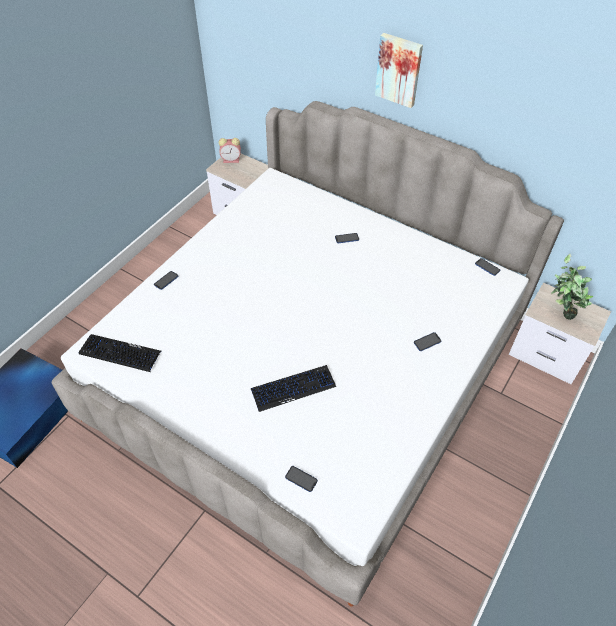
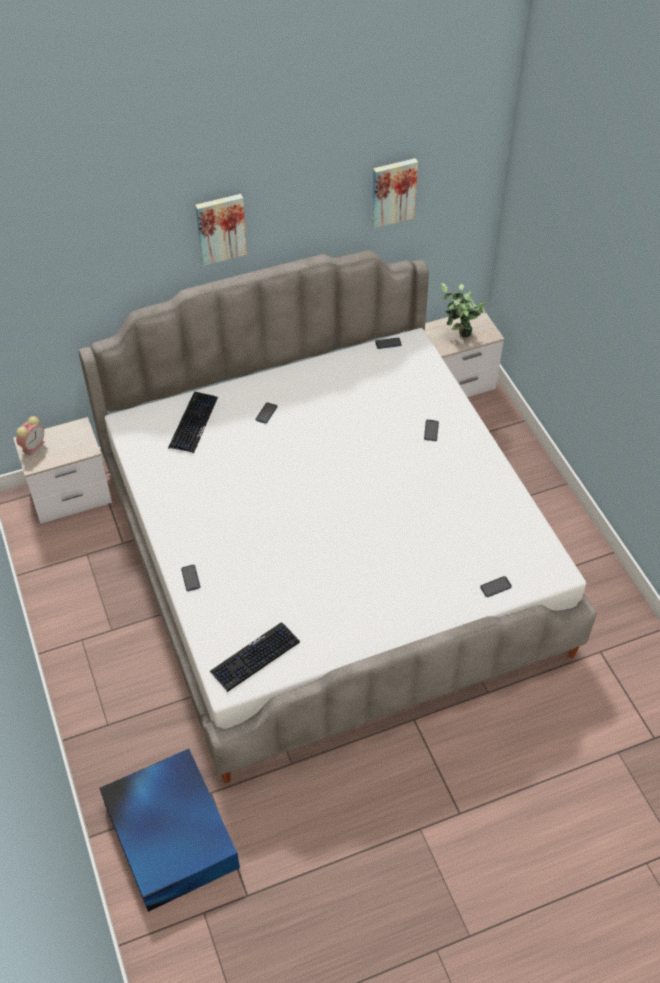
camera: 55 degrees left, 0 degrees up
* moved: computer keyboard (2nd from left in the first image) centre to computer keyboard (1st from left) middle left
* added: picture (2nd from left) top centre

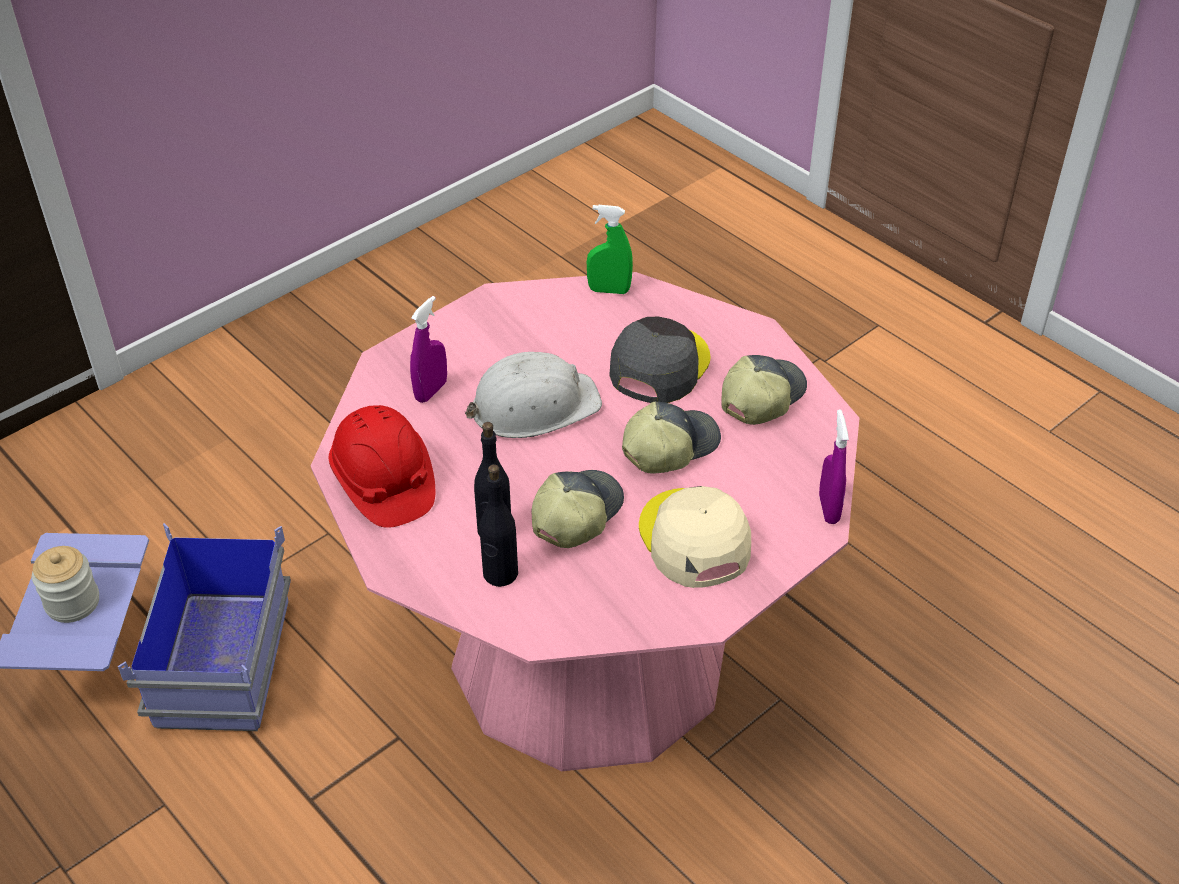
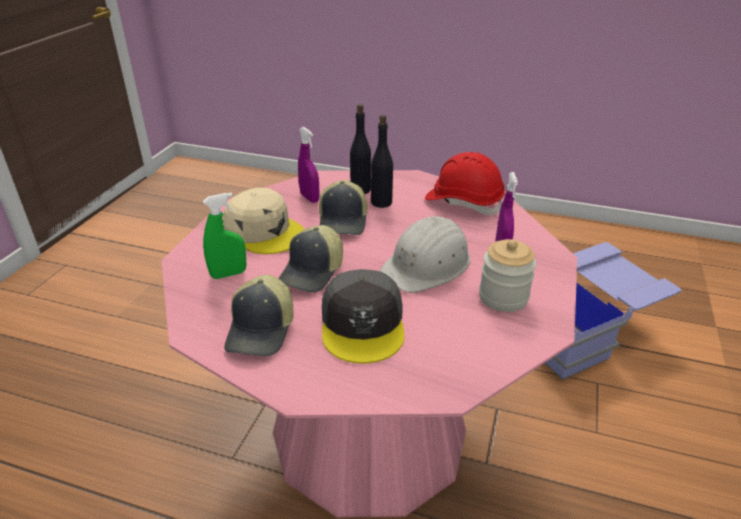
camera: 150 degrees right, 10 degrees down
* moved: preserve jar middle left to middle right
* moved: hand sprayer/greenish top centre to middle left
* moved: hand sprayer/purple (2nd from left in the first image) middle right to hand sprayer/purple (1st from left) top centre

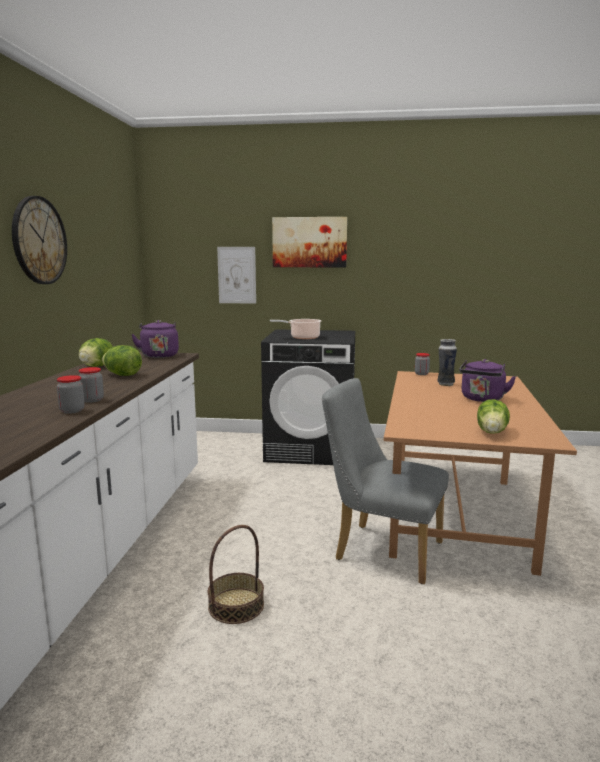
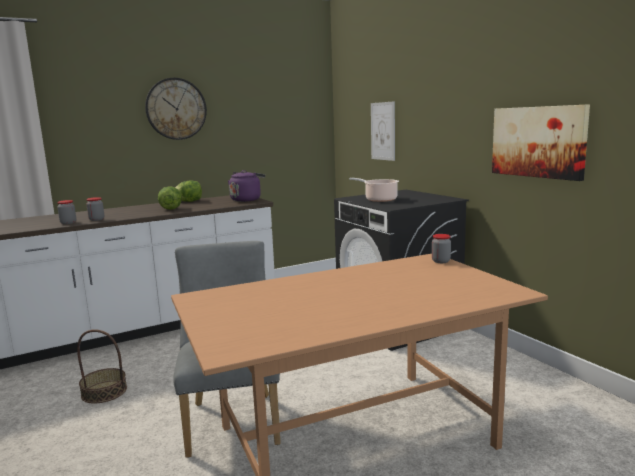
camera: 55 degrees right, 0 degrees up
* moved: picture (2nd from left) top centre to top right
* removed: vase middle right
* removed: tea kettle/purple (2nd from left) middle right
* removed: head of lettuce (3rd from left) middle right

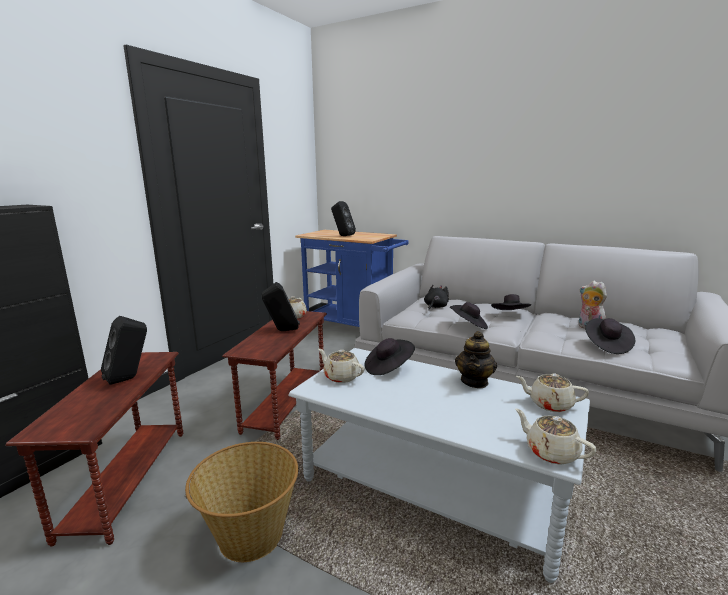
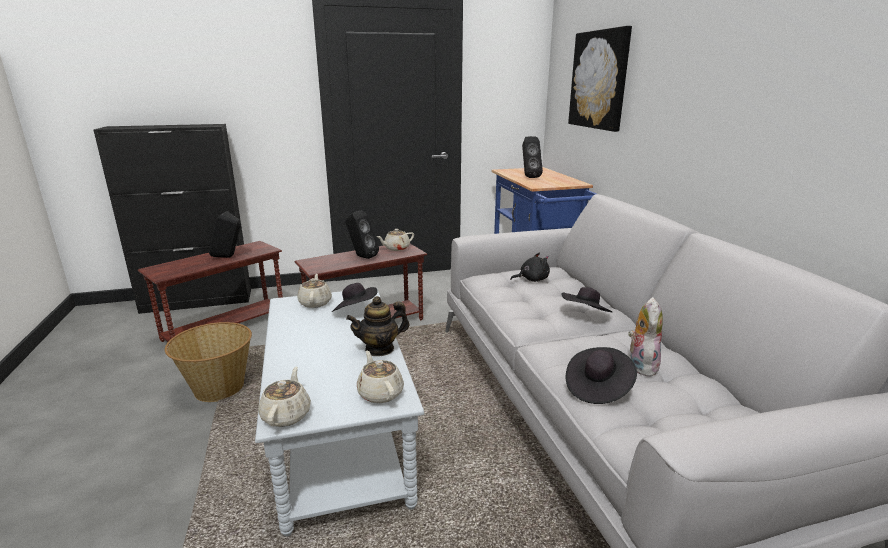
camera: 45 degrees right, 5 degrees up
* removed: hat/black-coloured (2nd from left) centre
* added: picture top right

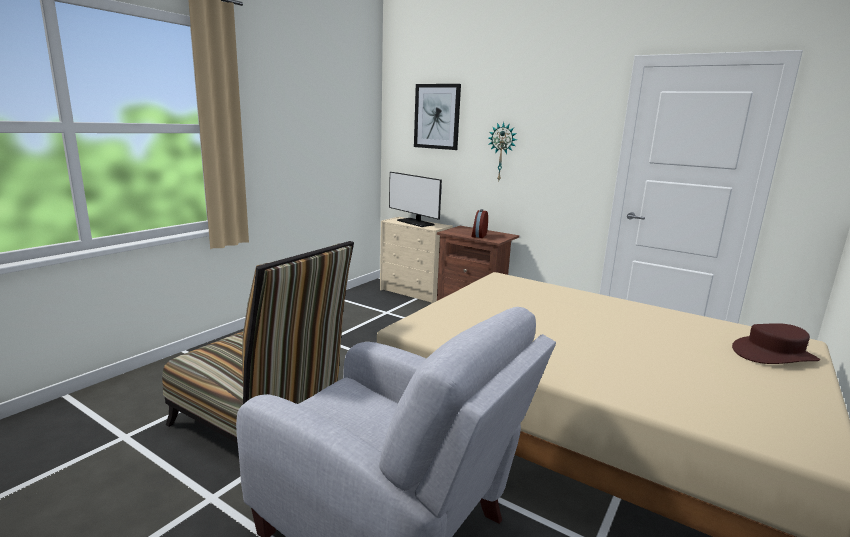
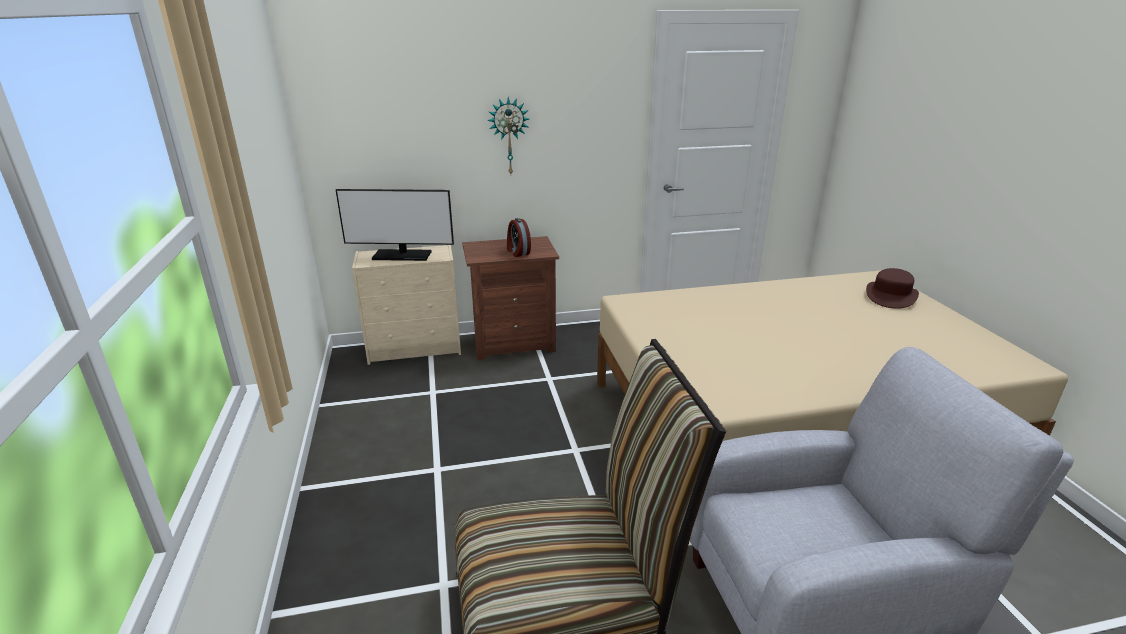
camera: 45 degrees left, 10 degrees up
* removed: picture top centre

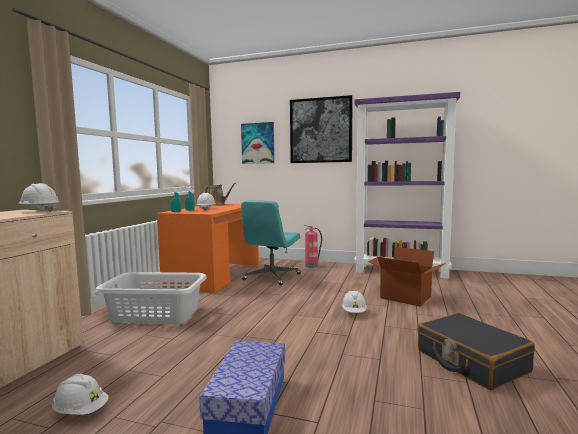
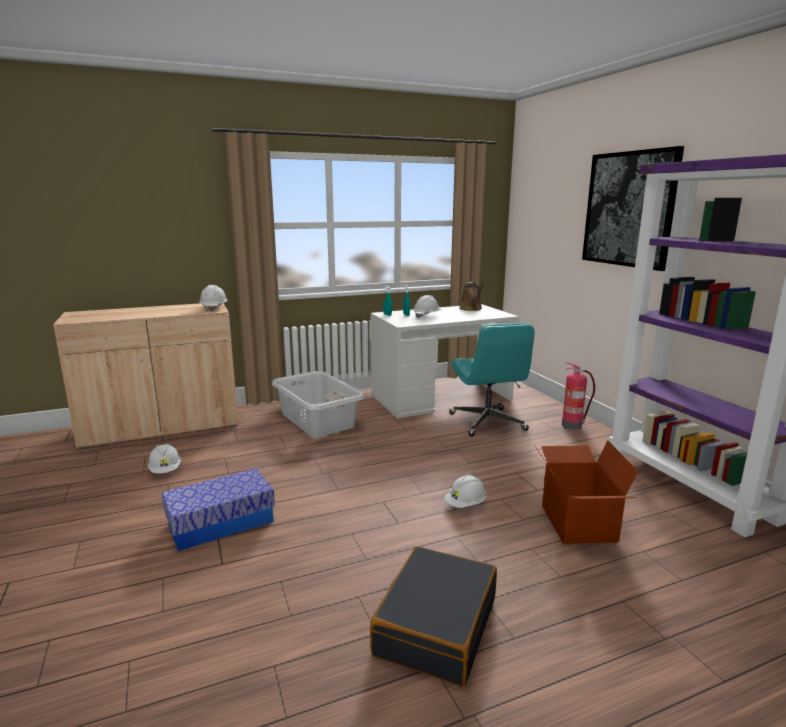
camera: 50 degrees right, 10 degrees up
* recoloured: desk unit/orangey centre to desk unit/white-coloured centre
* removed: picture (1st from left) top centre
* turned: desk chair/blue-green centre = centre 90 degrees counterclockwise

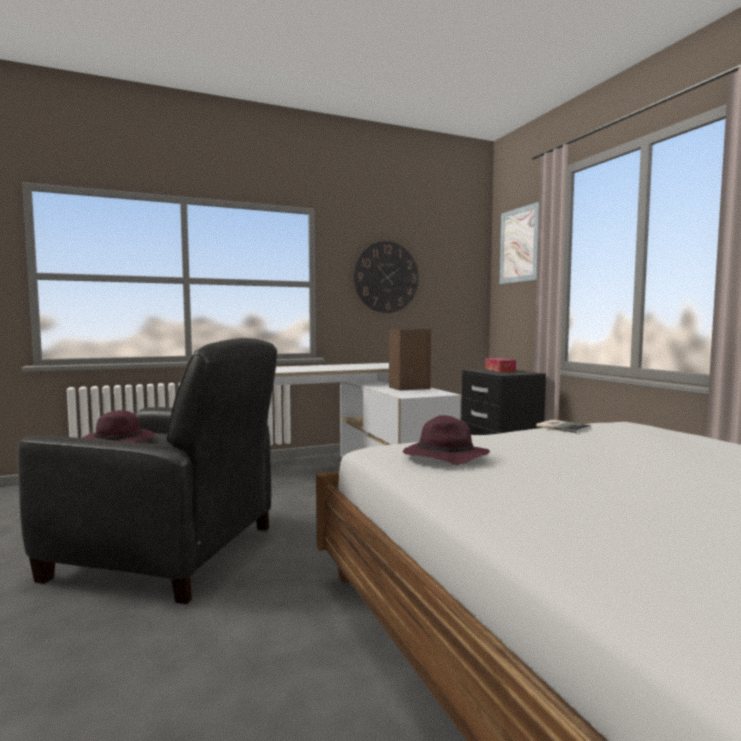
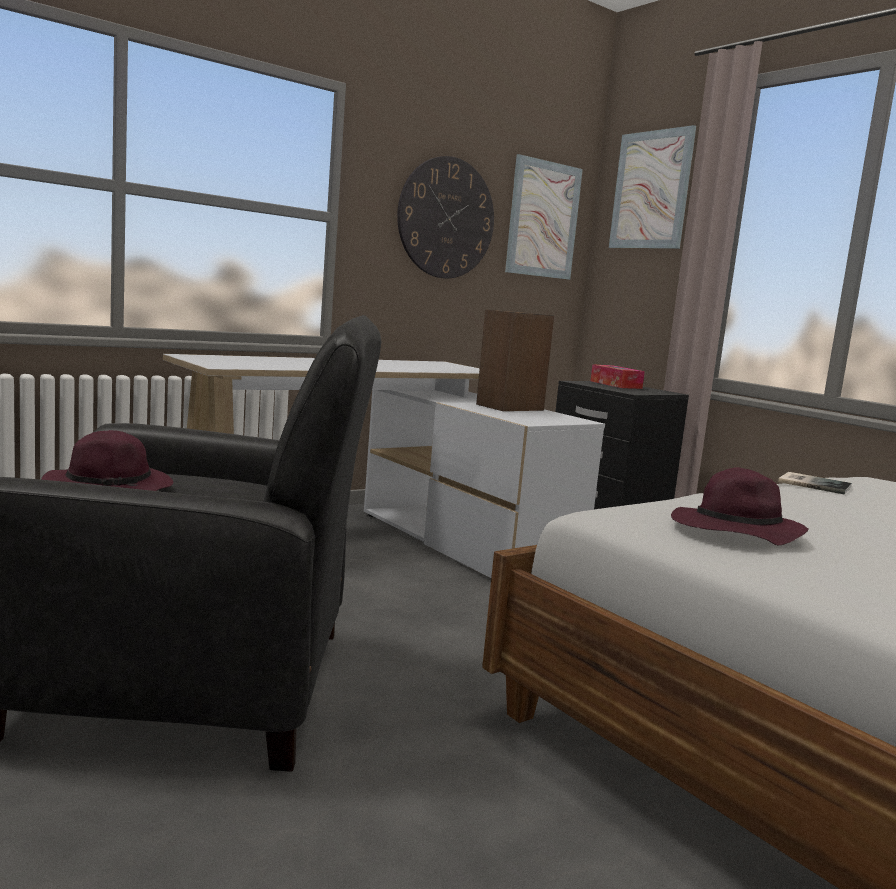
camera: 15 degrees left, 5 degrees up
* added: picture (1st from left) top centre

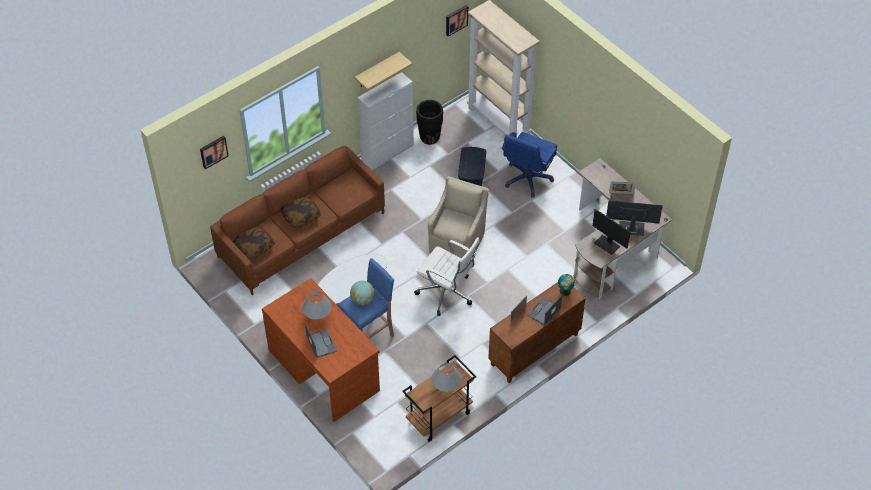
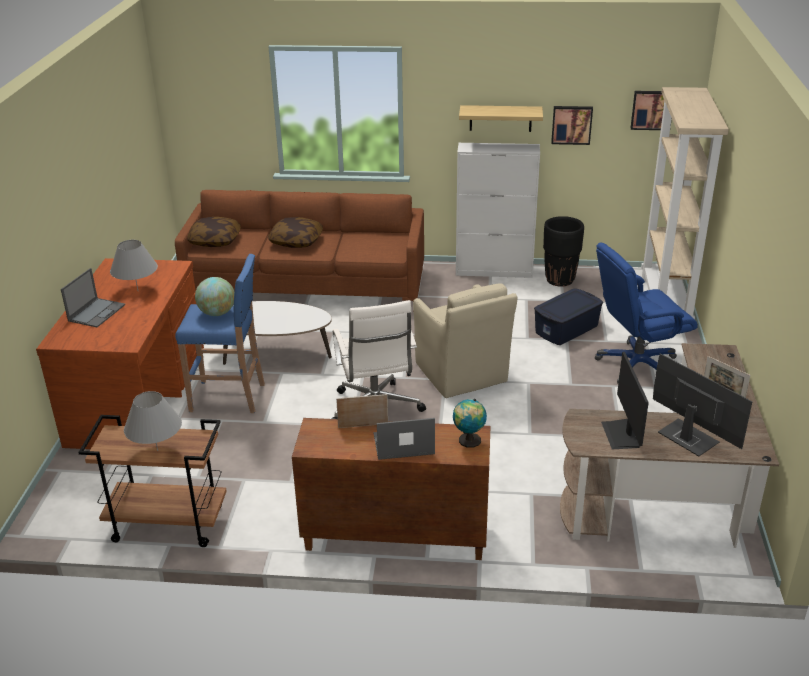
camera: 45 degrees right, 20 degrees down
* moved: picture (1st from left) top left to top right
* turned: armchair/sand-coloured centre = centre 90 degrees clockwise

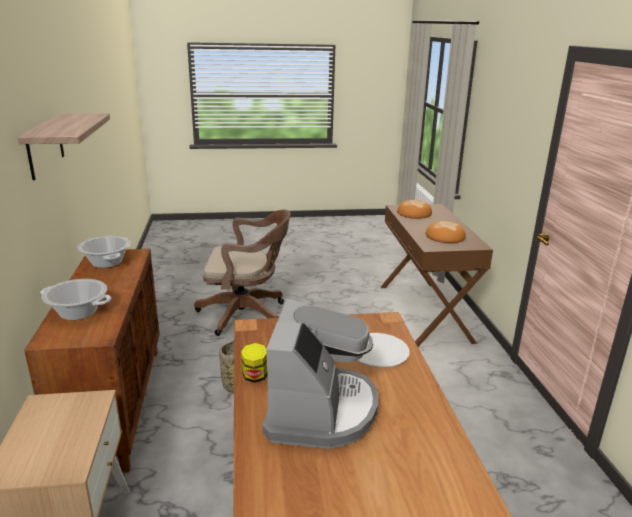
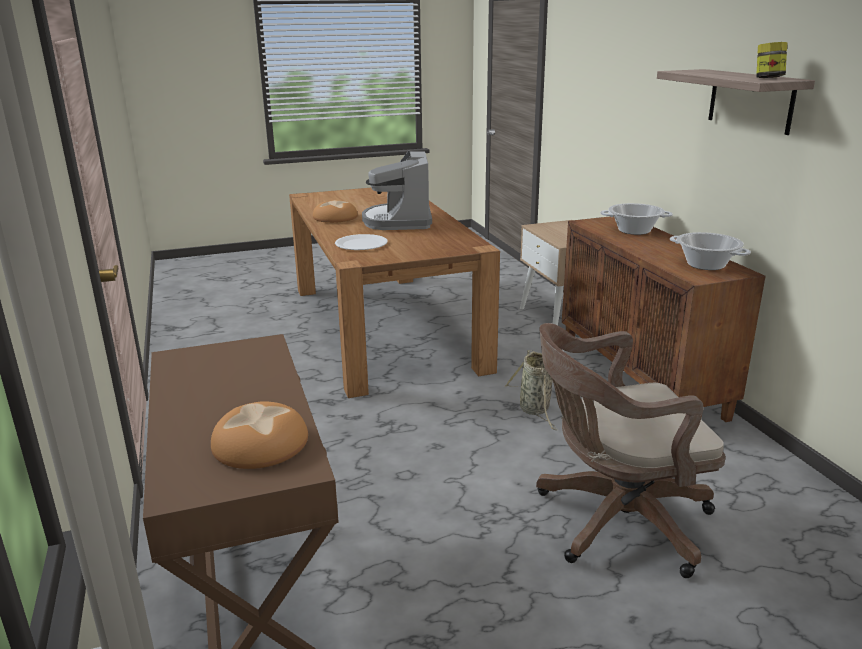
camera: 170 degrees right, 0 degrees up
* moved: preserve jar bottom centre to top right
* moved: bakery bread (2nd from left) middle right to top centre

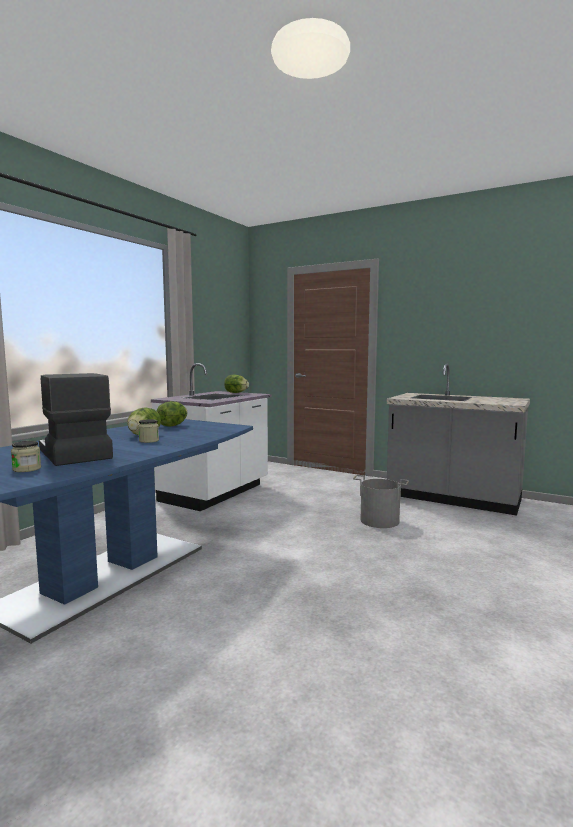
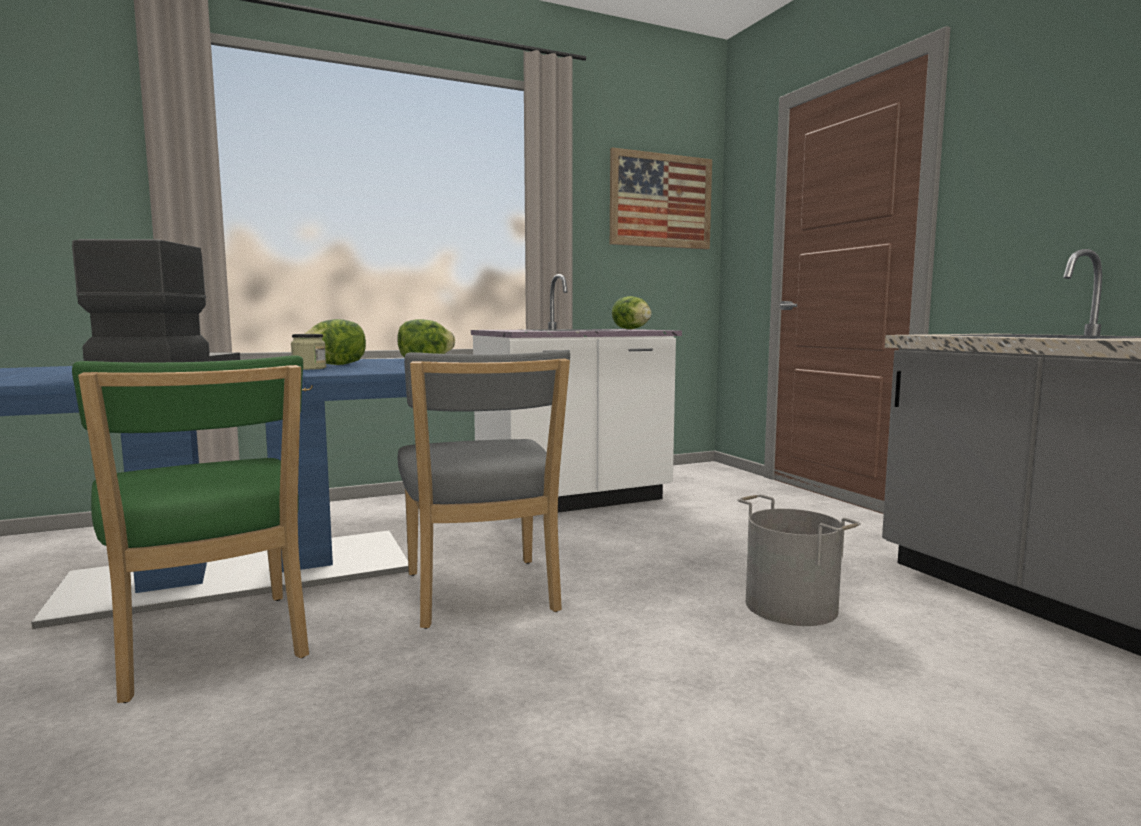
camera: 35 degrees right, 0 degrees up
* removed: preserve jar (1st from left) middle left
* added: chair/greenish middle left
* added: chair/greyish centre
* added: picture top centre

